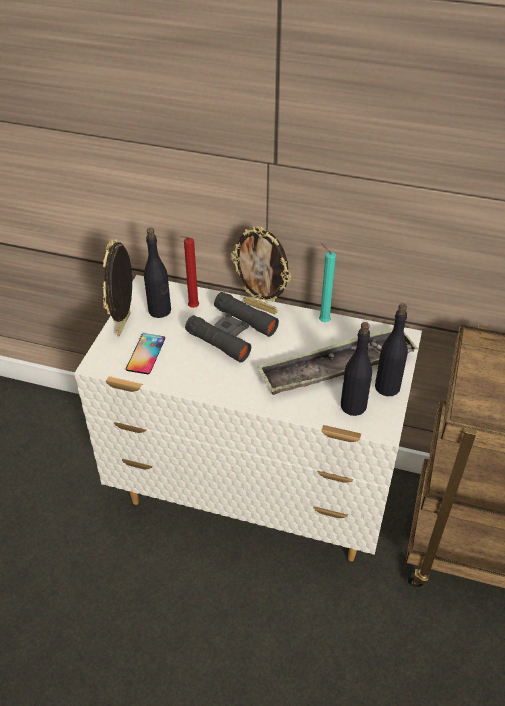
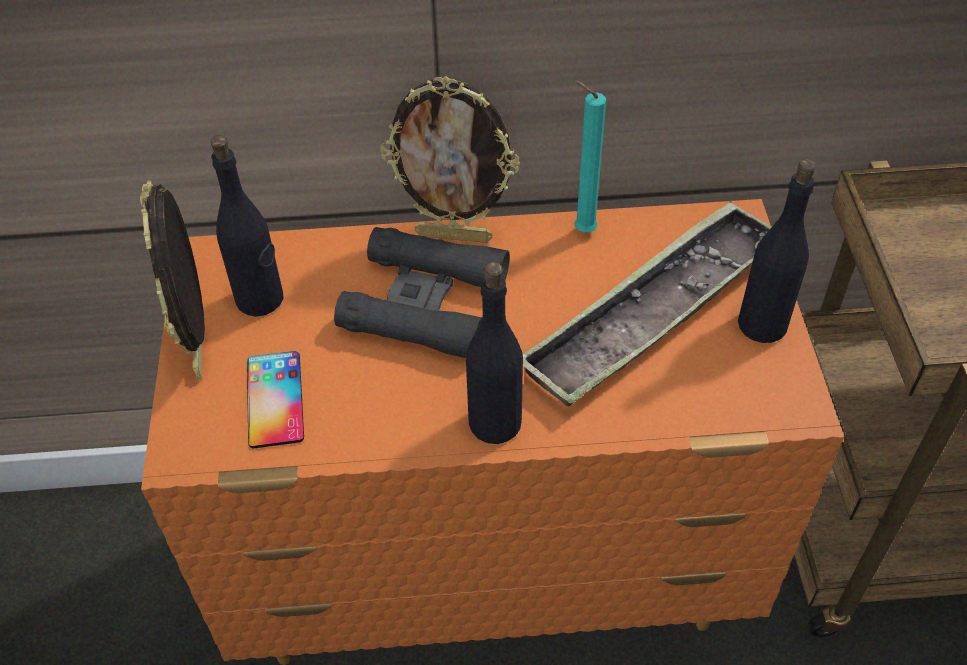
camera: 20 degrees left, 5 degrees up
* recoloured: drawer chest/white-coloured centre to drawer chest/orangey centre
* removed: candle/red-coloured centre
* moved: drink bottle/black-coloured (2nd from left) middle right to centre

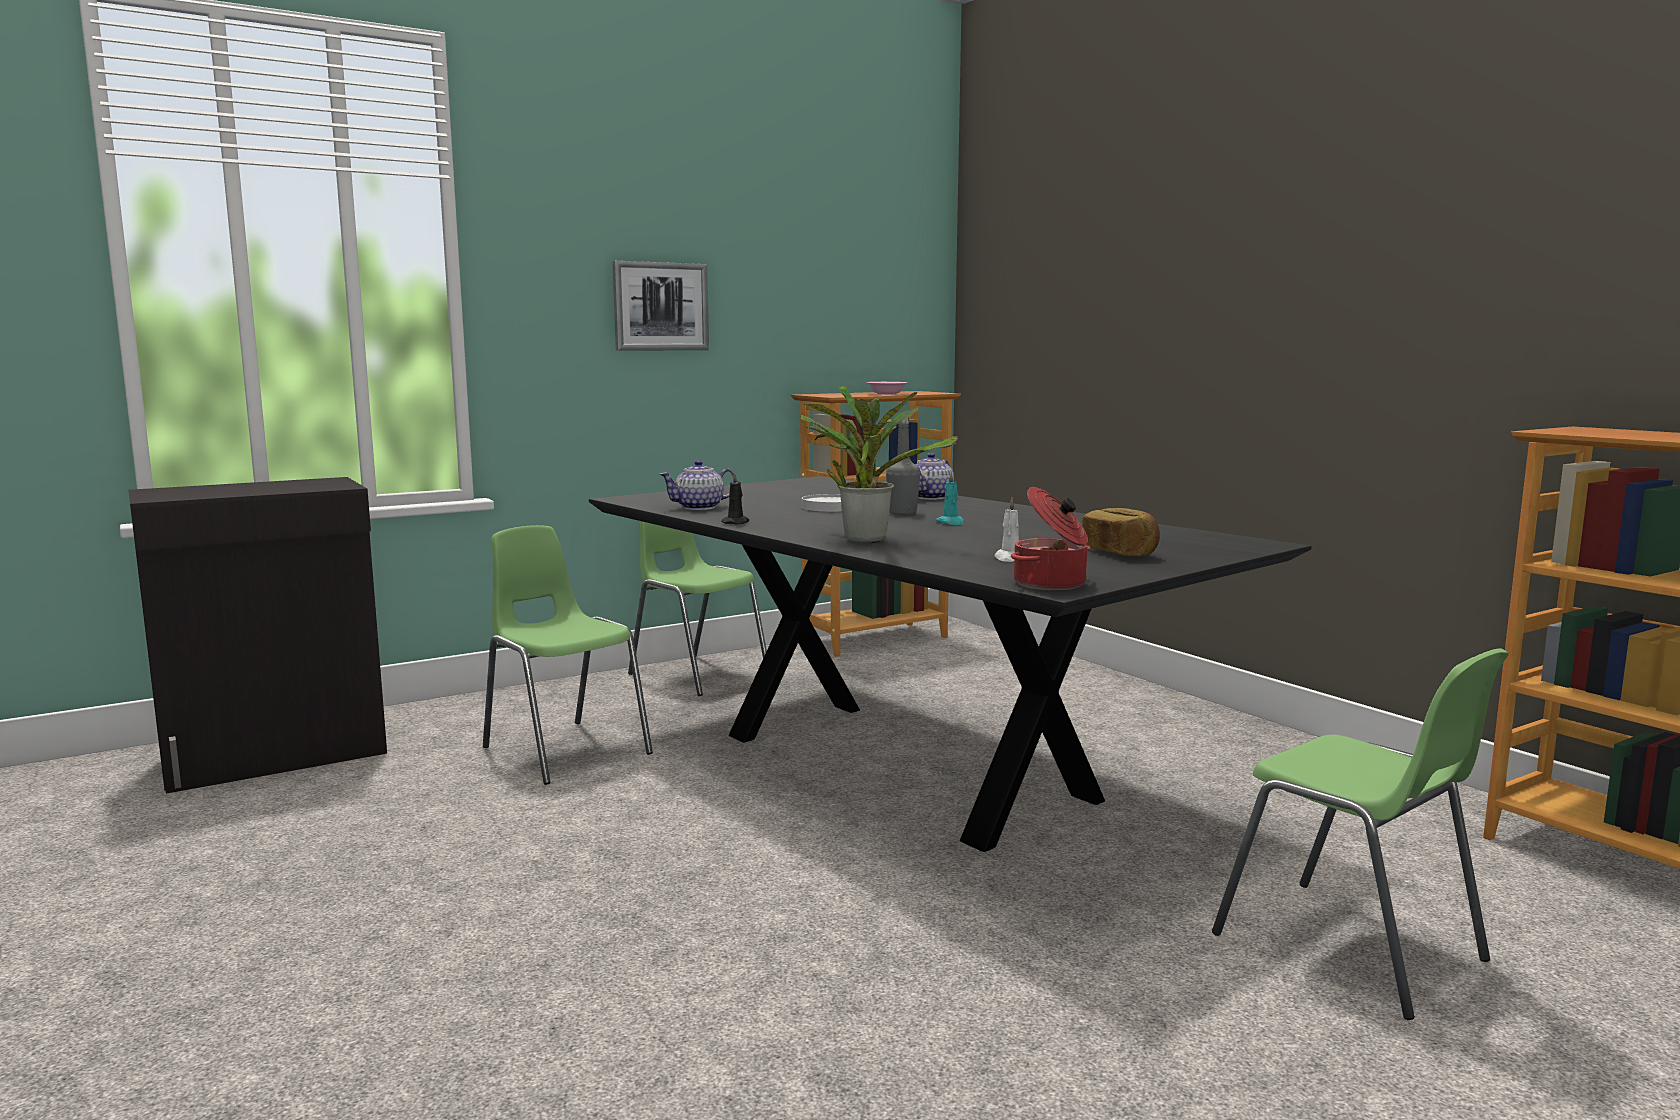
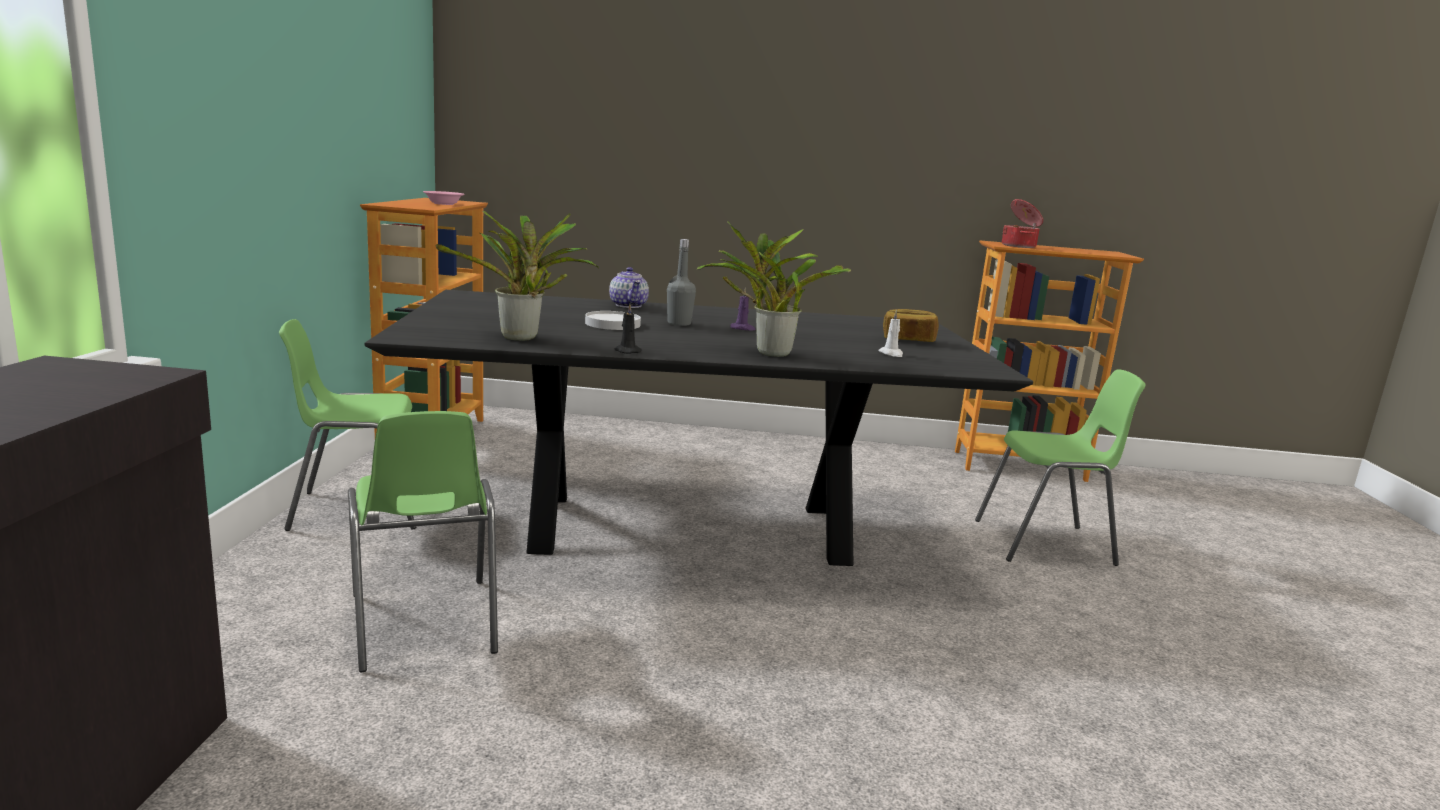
camera: 55 degrees left, 5 degrees up
* turned: chair/greenish (1st from left in the first image) centre = bottom left 105 degrees counterclockwise
* removed: picture top centre
* replaced: pot for tea (1st from left) centre to potted plant (1st from left) centre
* recoloured: candle/blue-green centre to candle/purple centre
* moved: cooking pot centre to top right

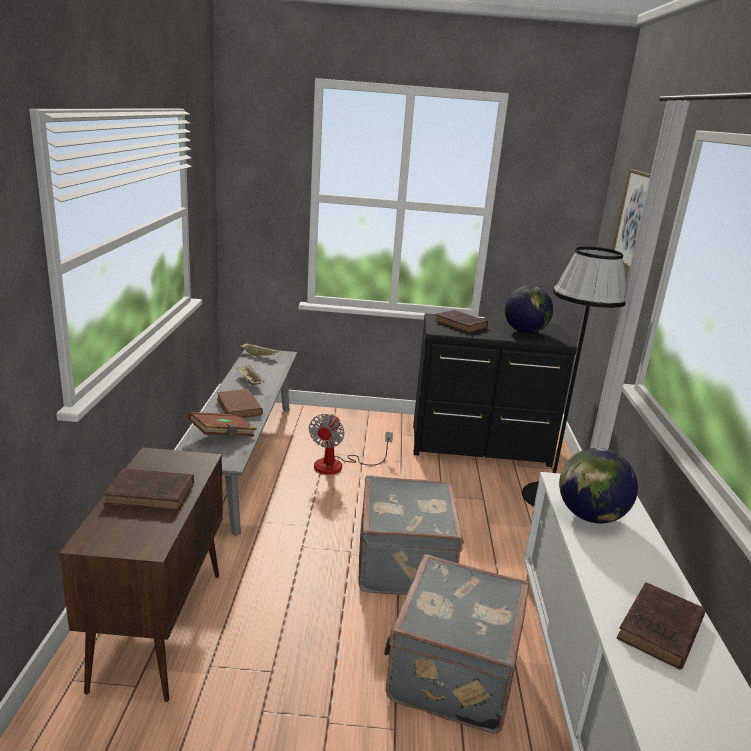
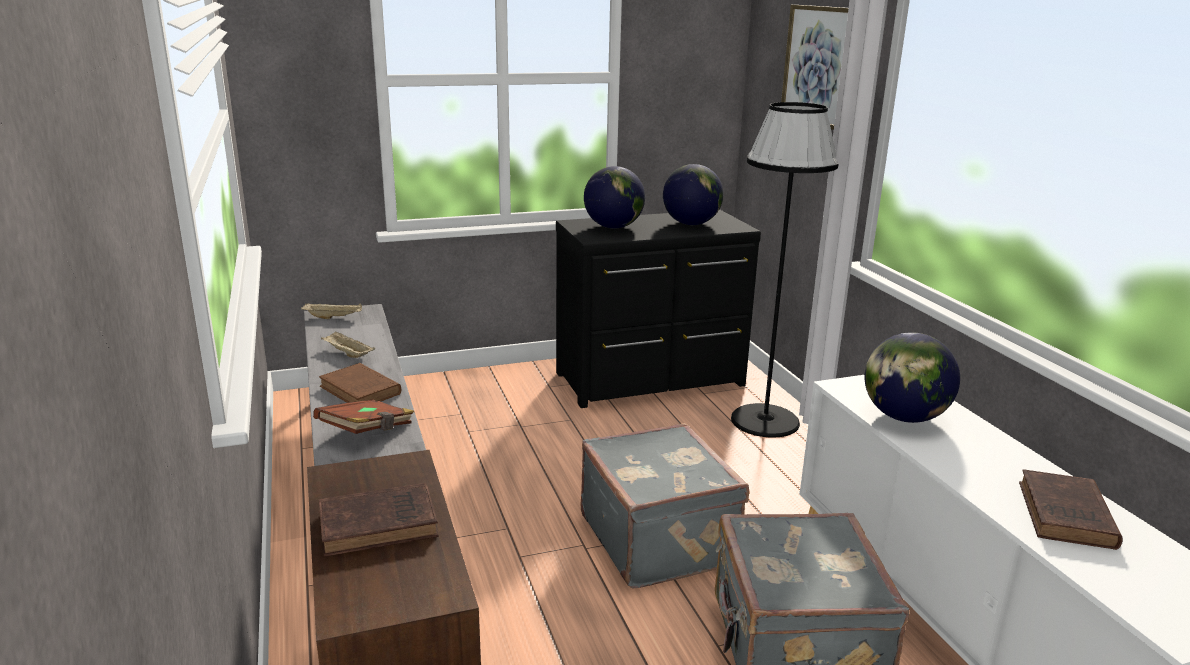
camera: 20 degrees left, 0 degrees up
* removed: fan centre
* replaced: volume/brownish (4th from left) centre to globe (1st from left) top centre

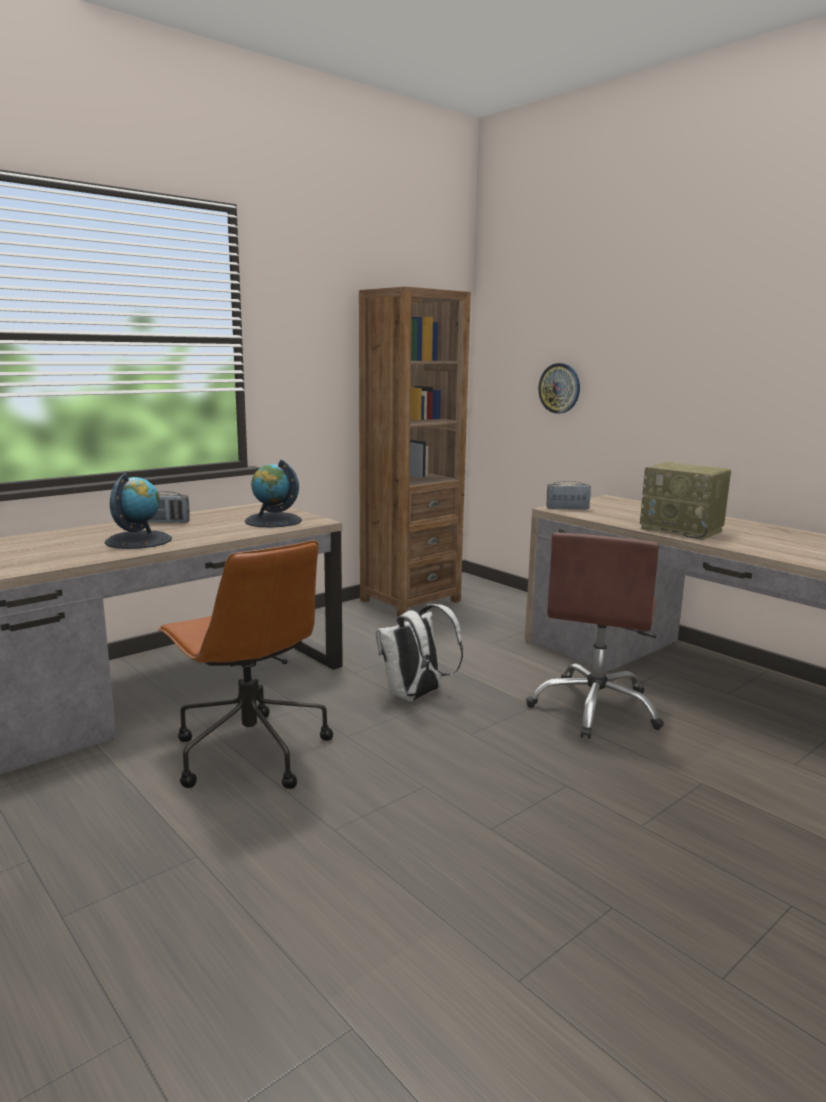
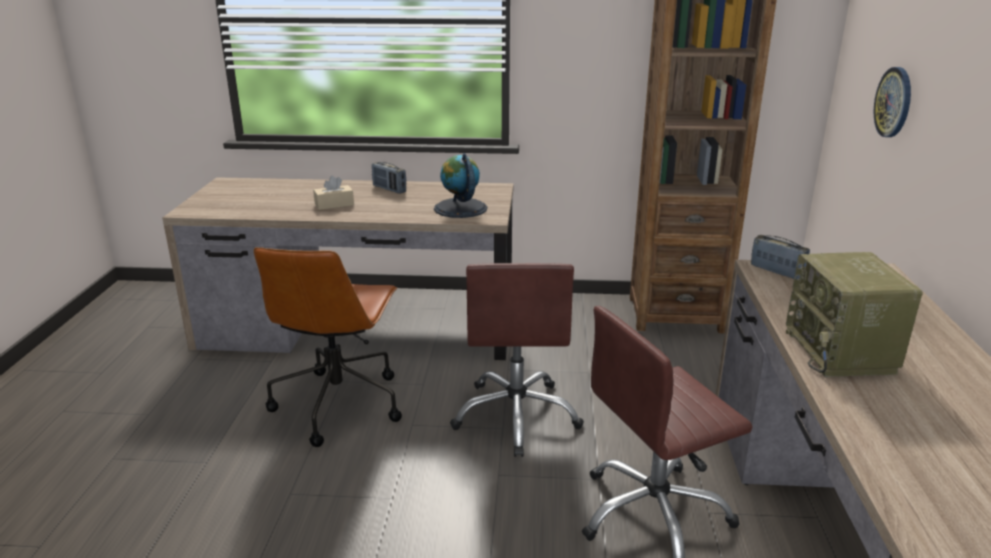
camera: 45 degrees right, 10 degrees up
* replaced: globe (1st from left) middle left to tissue holder/sand-coloured centre
* replaced: backpack/white-coloured centre to desk chair/brownish (2nd from left) centre

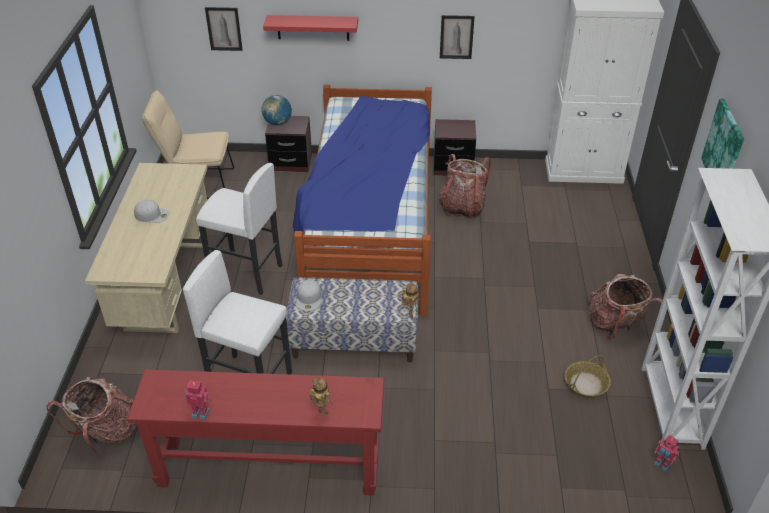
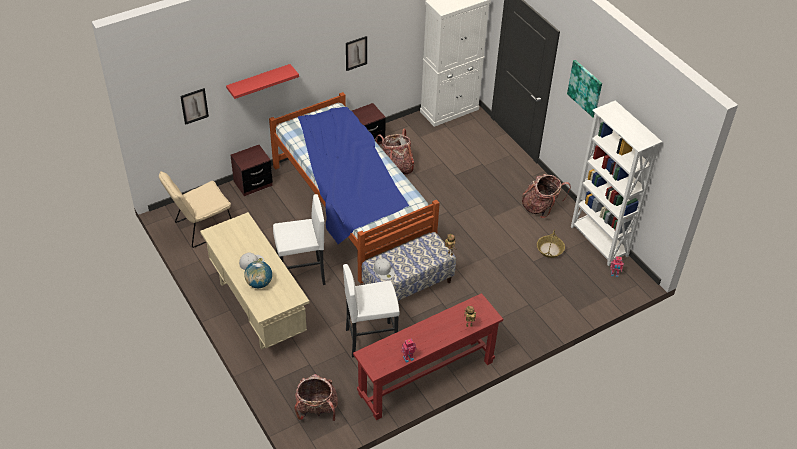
camera: 35 degrees left, 5 degrees up
* moved: globe top centre to middle left

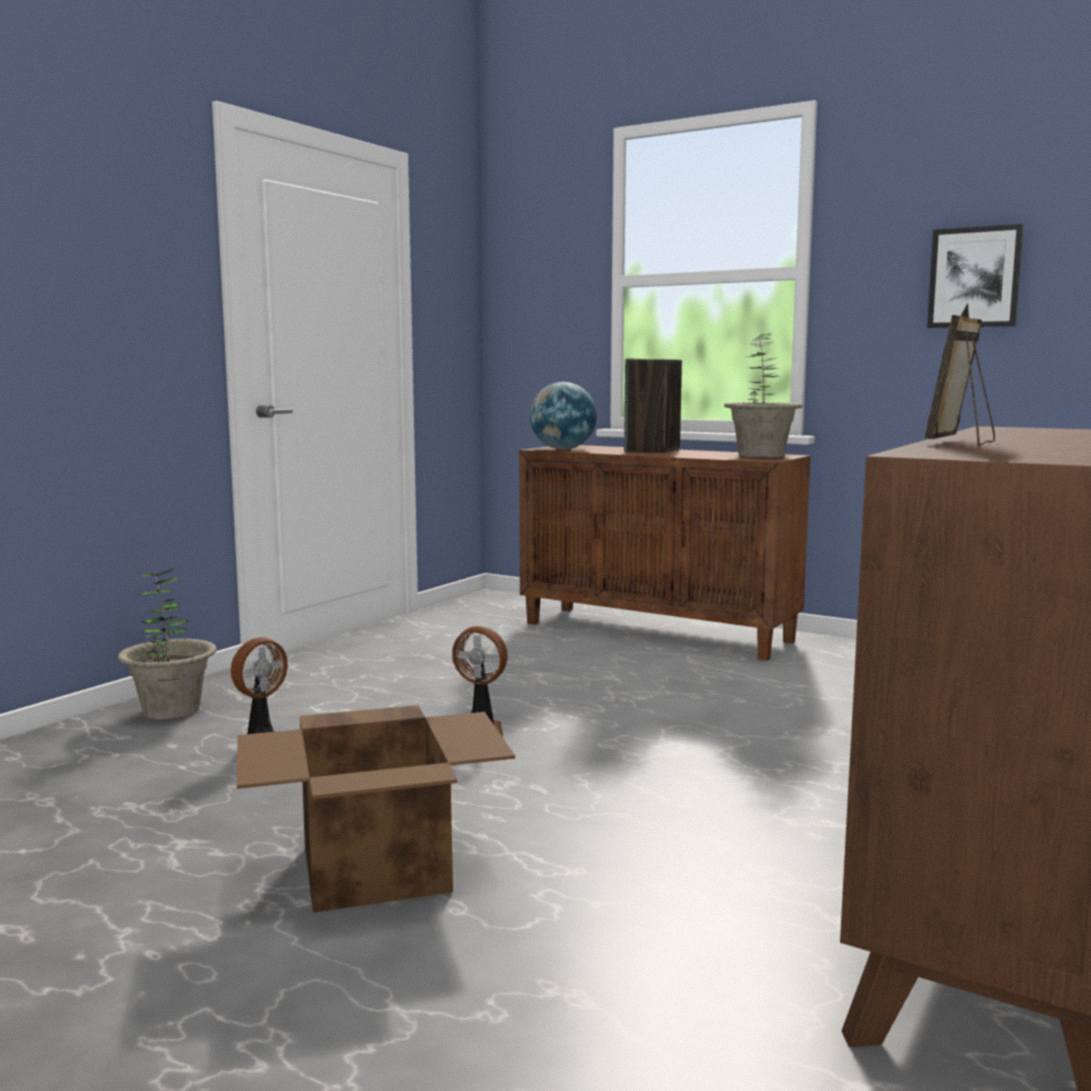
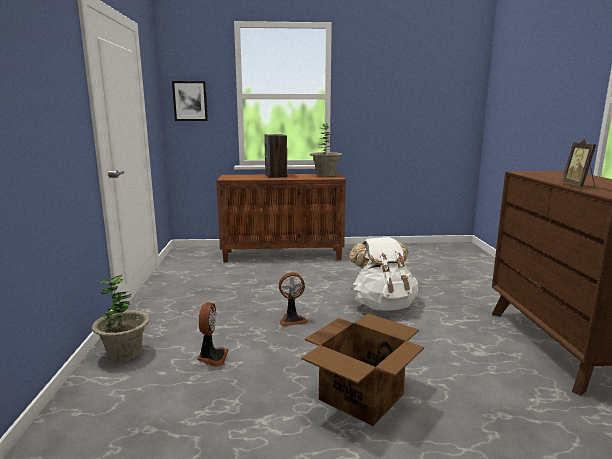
camera: 35 degrees left, 5 degrees up
* removed: globe centre
* moved: picture top right to top left
* added: backpack/white-coloured centre

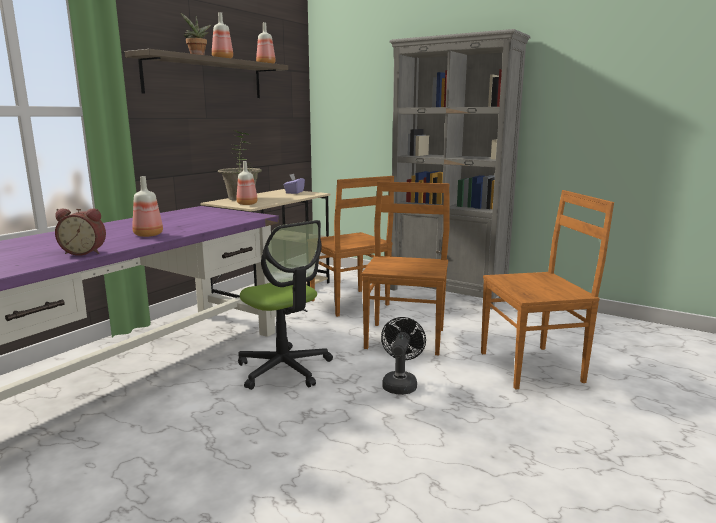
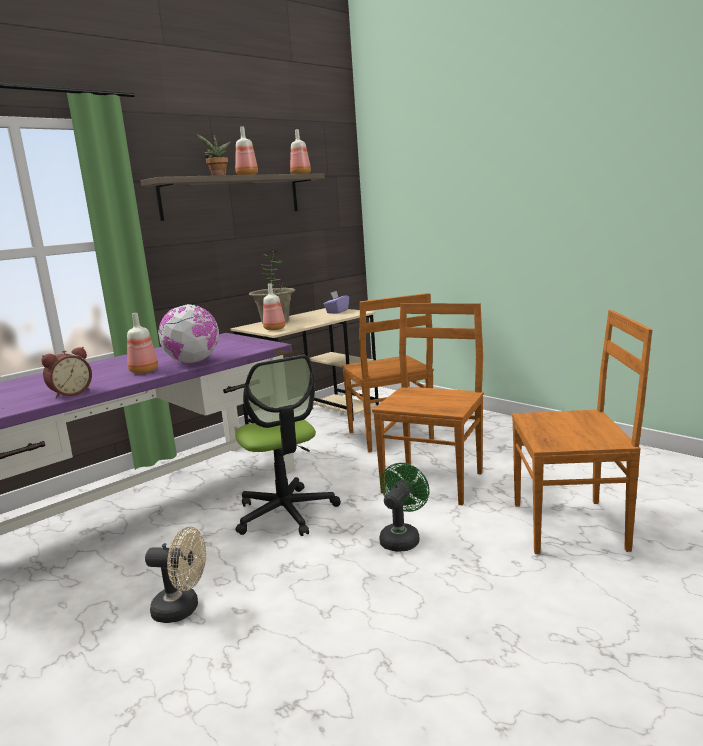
camera: 15 degrees right, 0 degrees up
* turned: bedside clock middle left = middle left 60 degrees counterclockwise
* recoloured: fan/black-coloured bottom centre to fan/greenish bottom centre
* removed: shelving unit/greyish top centre
* added: fan/sand-coloured bottom left
* added: globe middle left

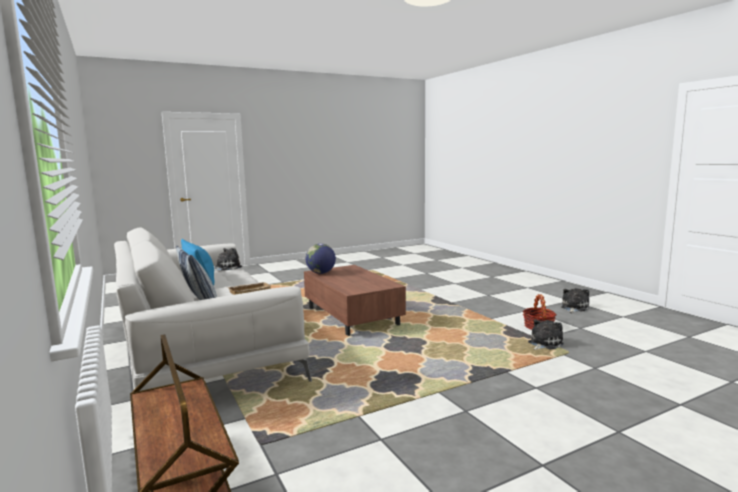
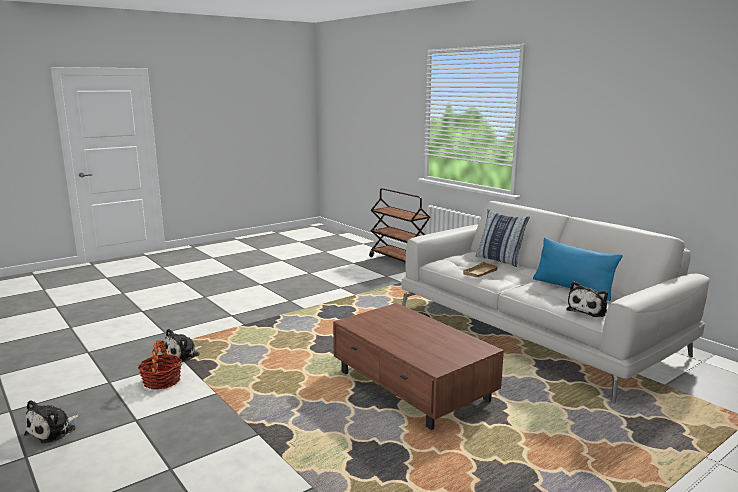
camera: 170 degrees right, 5 degrees up
* removed: globe centre

